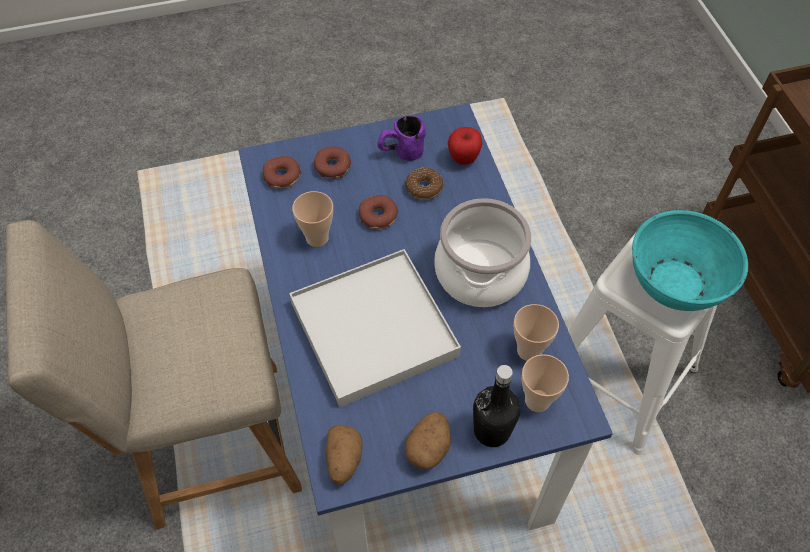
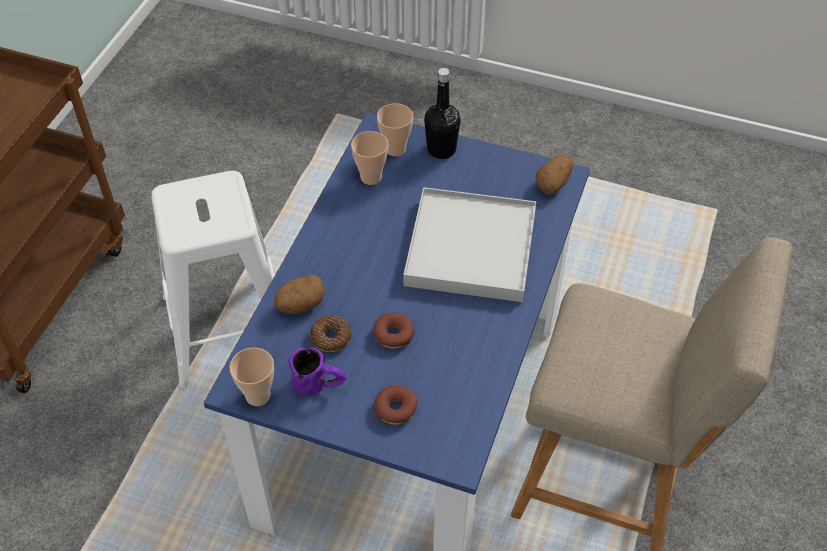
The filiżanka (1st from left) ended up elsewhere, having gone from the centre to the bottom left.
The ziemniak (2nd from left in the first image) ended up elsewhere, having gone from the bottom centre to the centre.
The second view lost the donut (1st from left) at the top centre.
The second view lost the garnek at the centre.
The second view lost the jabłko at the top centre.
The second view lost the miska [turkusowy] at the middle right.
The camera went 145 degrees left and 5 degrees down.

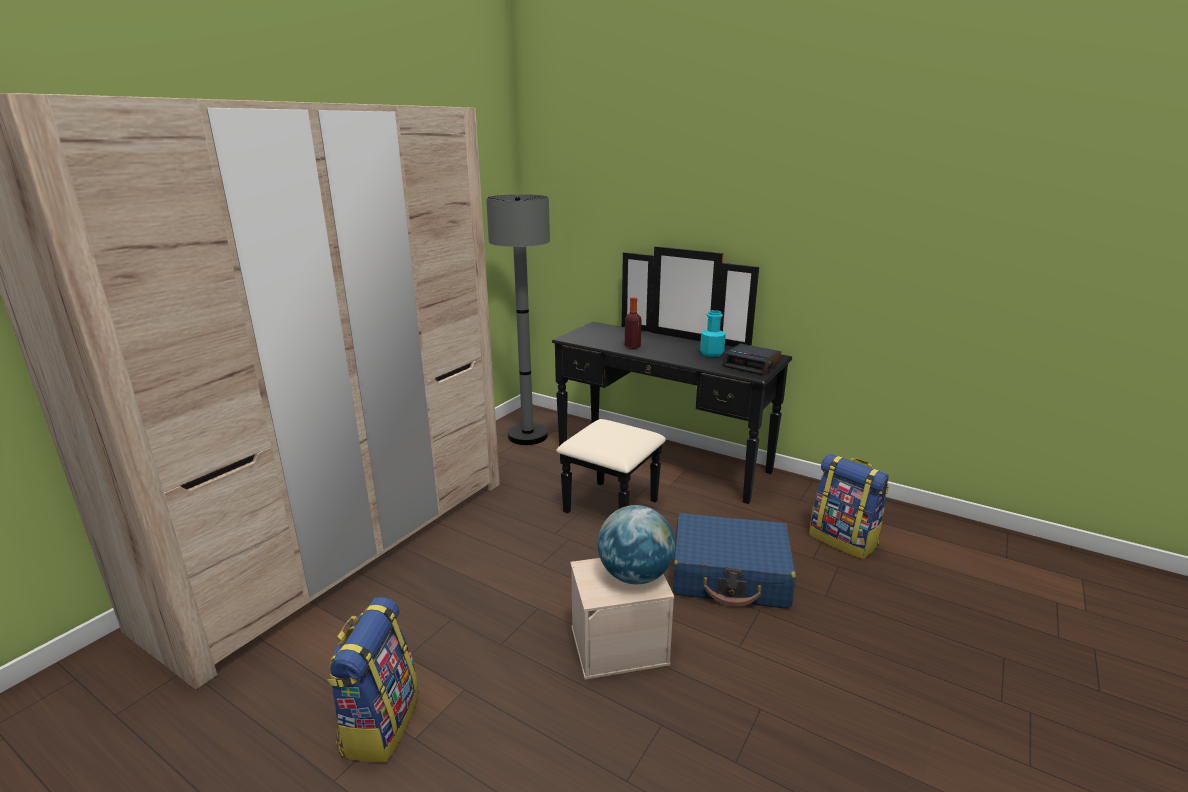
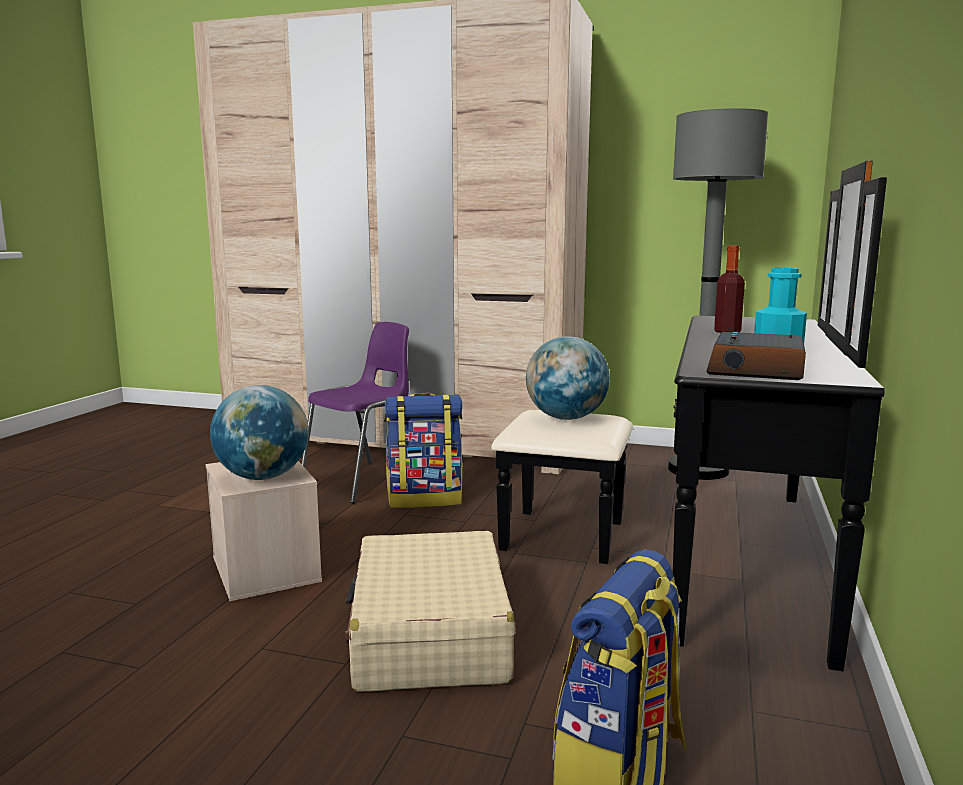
The second view gained the krzesło [fioletowy] at the centre.
What was the walizka [niebieski] at the bottom centre turned into the walizka [beżowy] at the bottom centre.
The plecak (1st from left) ended up elsewhere, having gone from the bottom left to the centre.
The second view gained the globus (2nd from left) at the centre.
The camera went 75 degrees right and 10 degrees down.

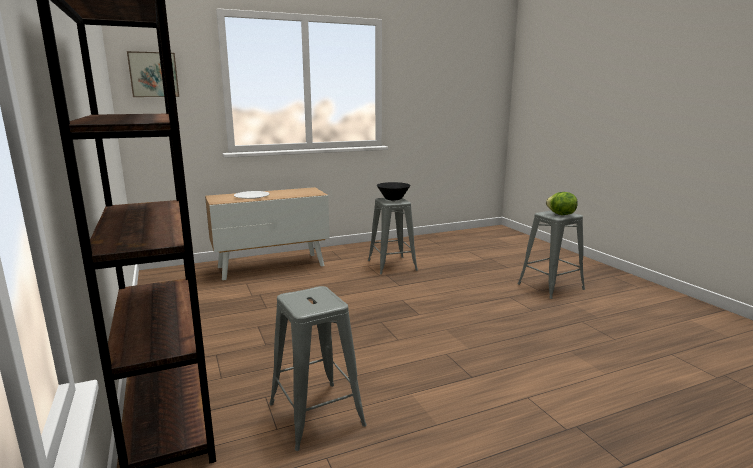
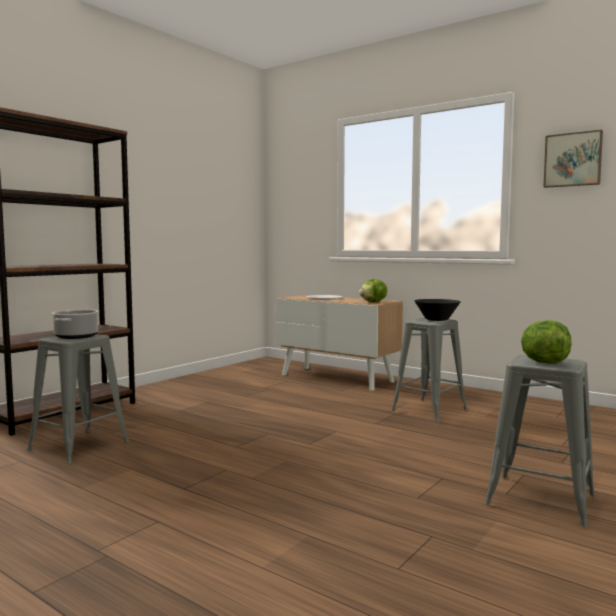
The second view gained the garnek at the middle left.
The second view gained the sałata (1st from left) at the centre.
The obraz ended up elsewhere, having gone from the top left to the top right.
The camera went 60 degrees right and 10 degrees down.

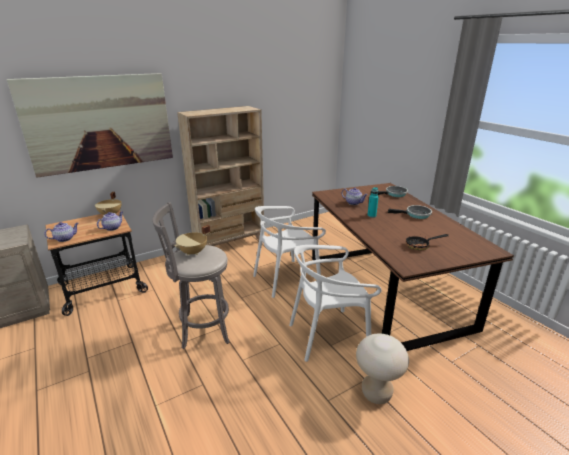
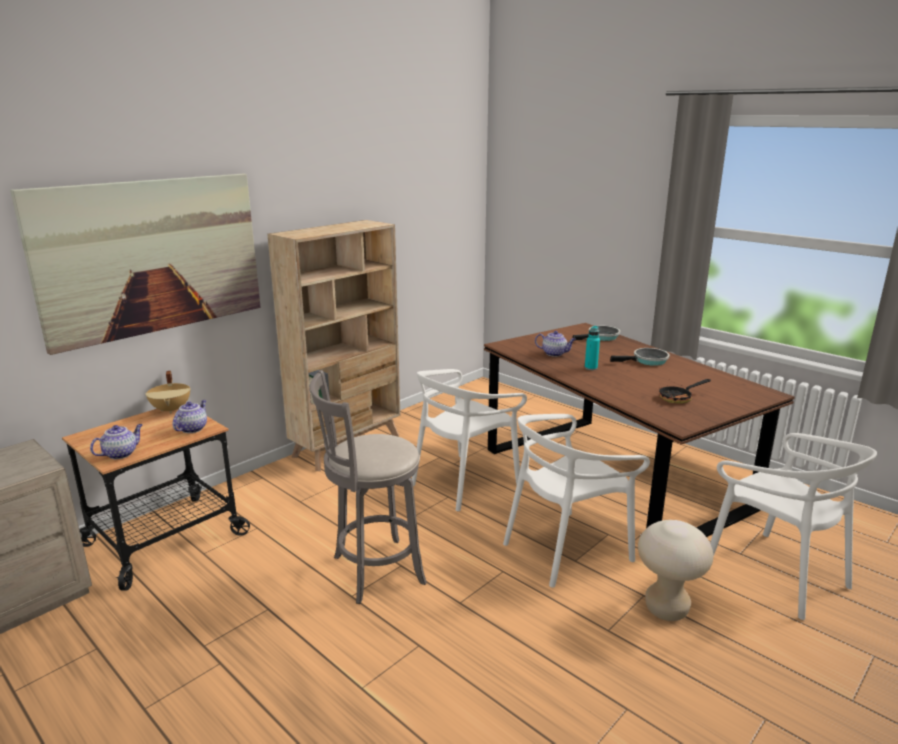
The second view gained the krzesło [biały] (3rd from left) at the bottom right.
The second view lost the garnek [beżowy] (2nd from left) at the centre.
The camera went 15 degrees left and 5 degrees down.

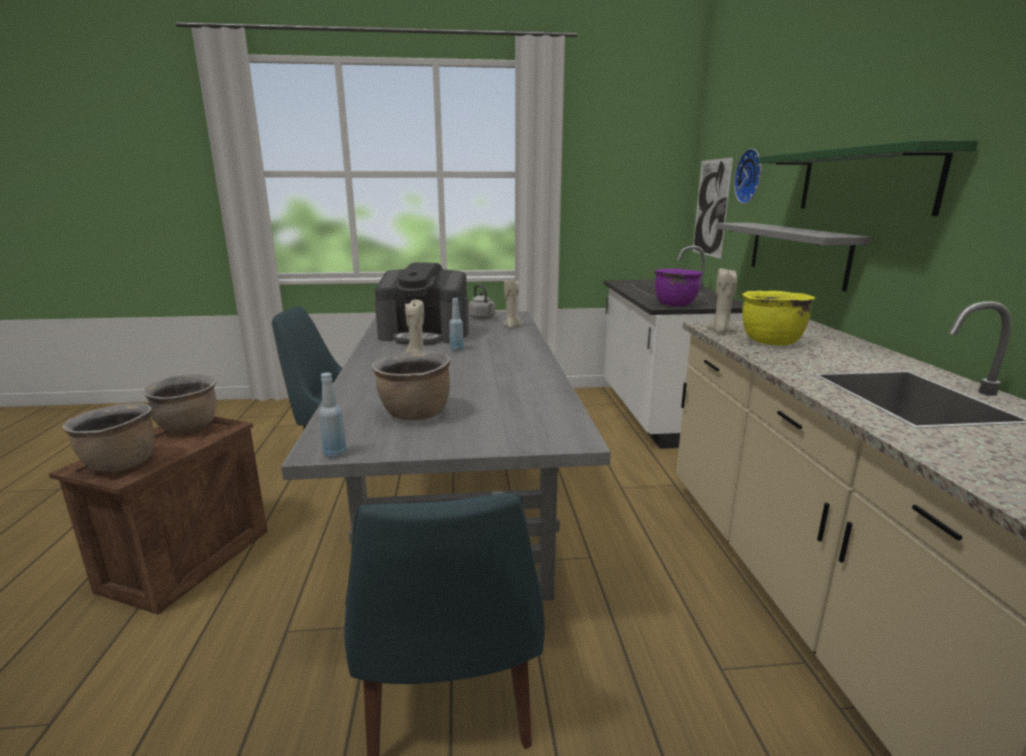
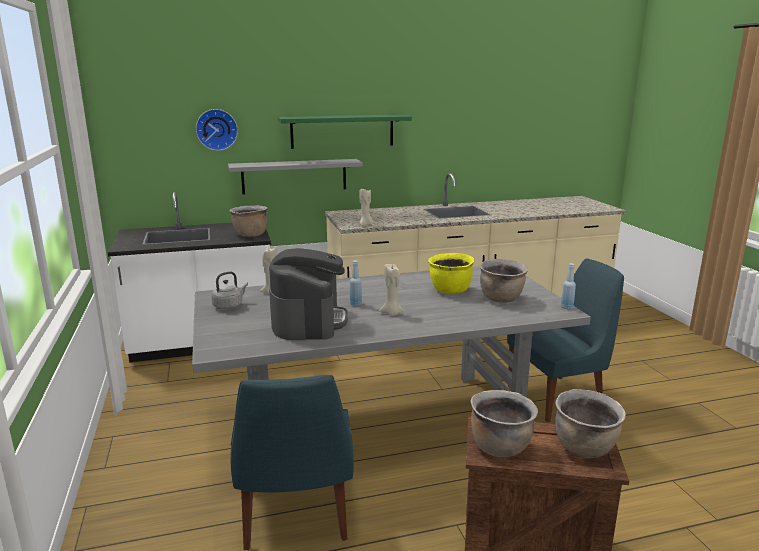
What was the garnek [fioletowy] at the centre turned into the garnek [brązowy] (1st from left) at the middle left.
The garnek [żółty] ended up elsewhere, having gone from the middle right to the centre.
The second view lost the obraz at the top right.
The camera went 100 degrees left and 0 degrees up.

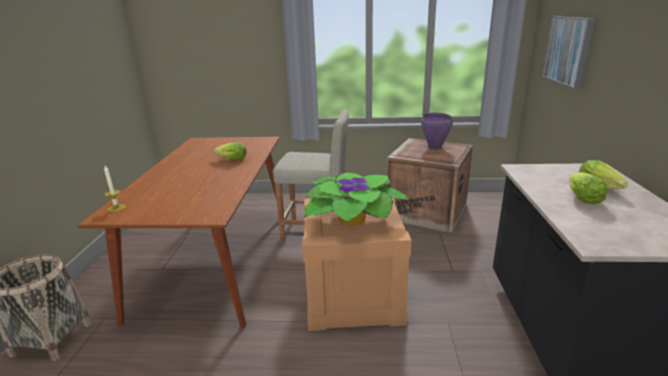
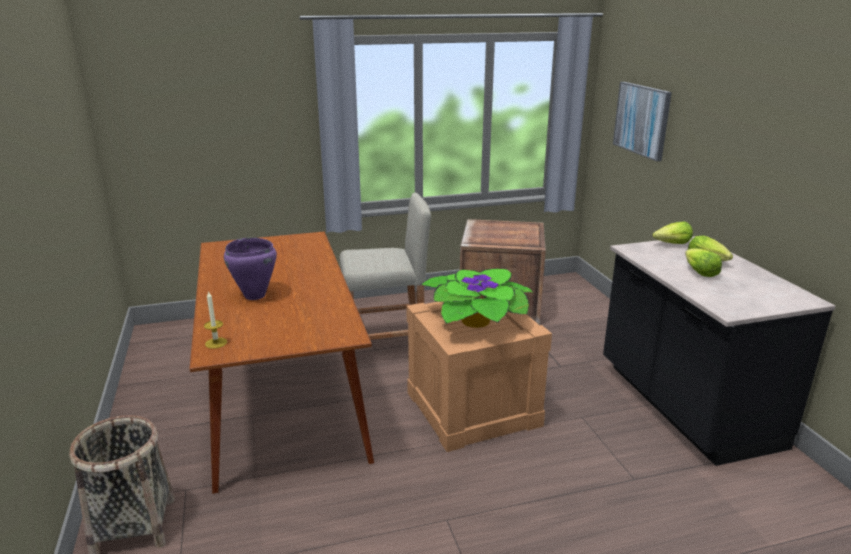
The garnek [fioletowy] ended up elsewhere, having gone from the centre to the middle left.
The sałata (1st from left) ended up elsewhere, having gone from the centre to the middle right.
The camera went 20 degrees left and 0 degrees up.

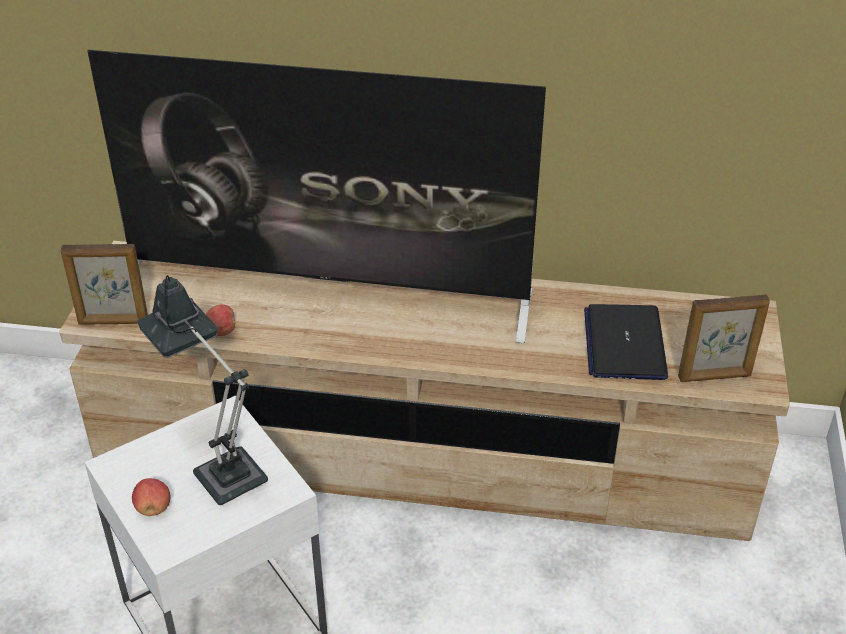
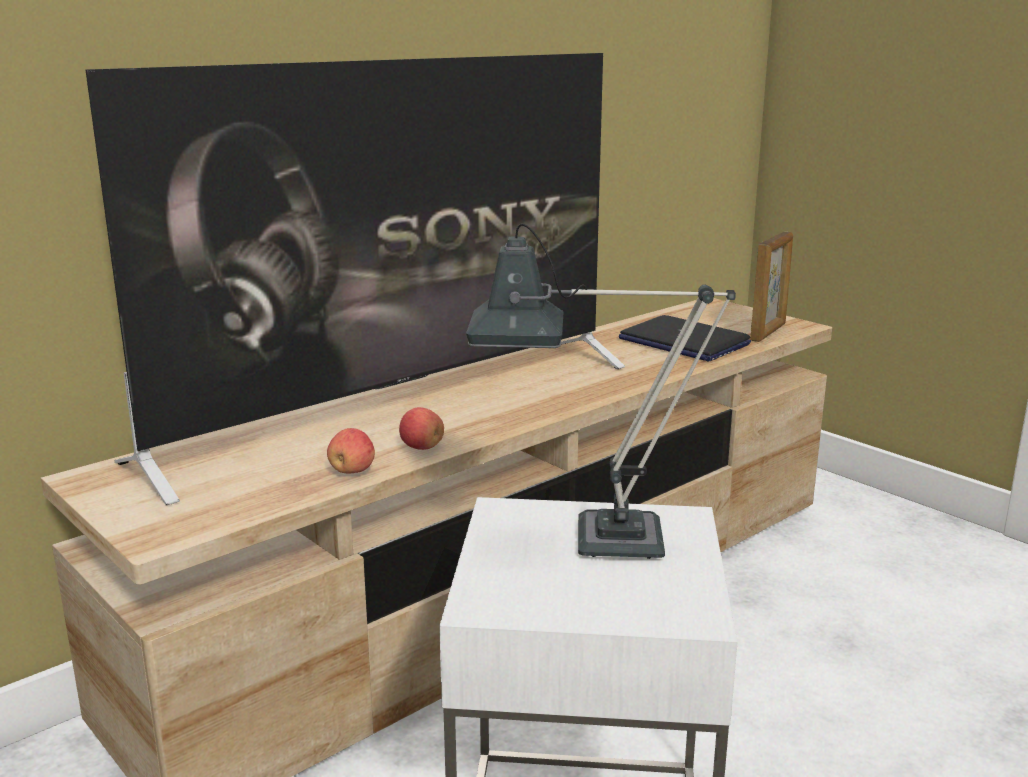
The jabłko (1st from left in the first image) ended up elsewhere, having gone from the bottom left to the centre.
The second view lost the ramka na zdjęcie (1st from left) at the middle left.
The camera went 50 degrees left and 20 degrees down.

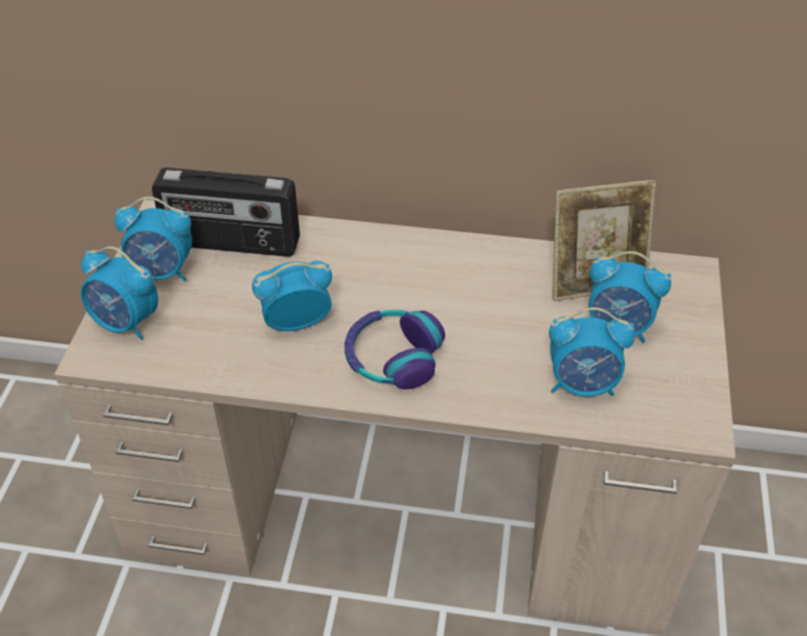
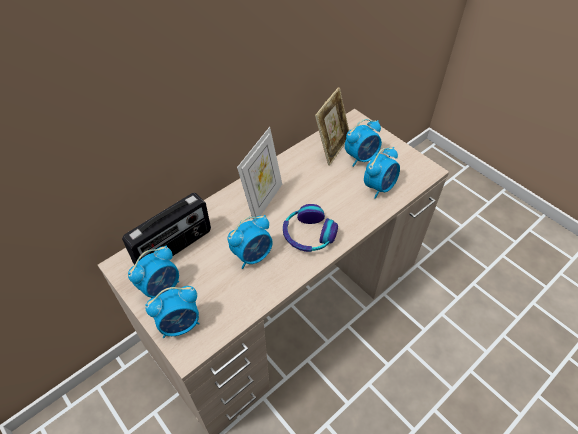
The budzik (3rd from left) at the centre ended up facing another way, 150 degrees counterclockwise from before.
The second view gained the ramka na zdjęcie (1st from left) at the centre.
The camera went 50 degrees left and 5 degrees up.

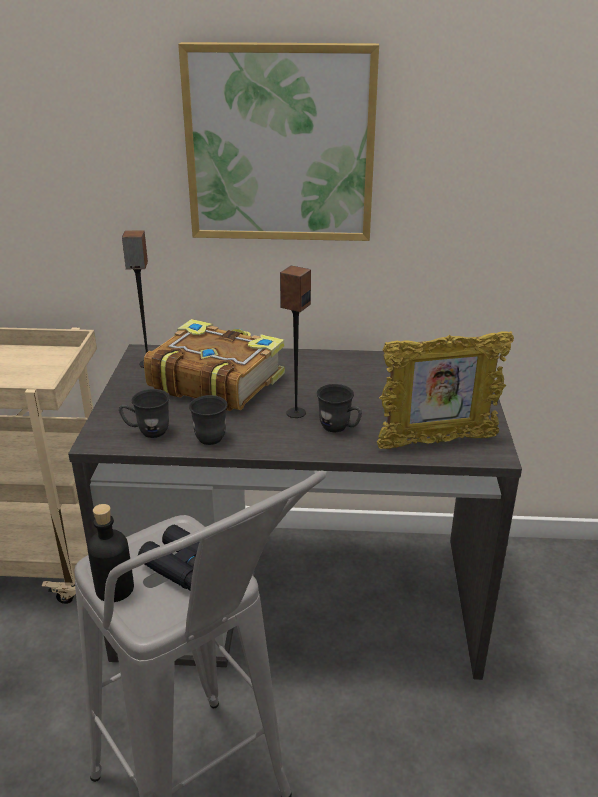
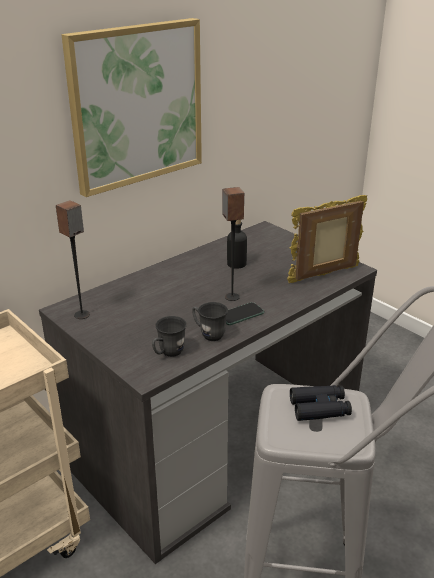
The second view gained the telefon at the centre.
The butelka [czarny] ended up elsewhere, having gone from the bottom left to the centre.
The ramka na zdjęcie at the middle right ended up facing another way, 150 degrees counterclockwise from before.
The second view lost the książka at the centre.
The second view lost the kubek [szary] (3rd from left) at the centre.
The camera went 45 degrees left and 0 degrees up.

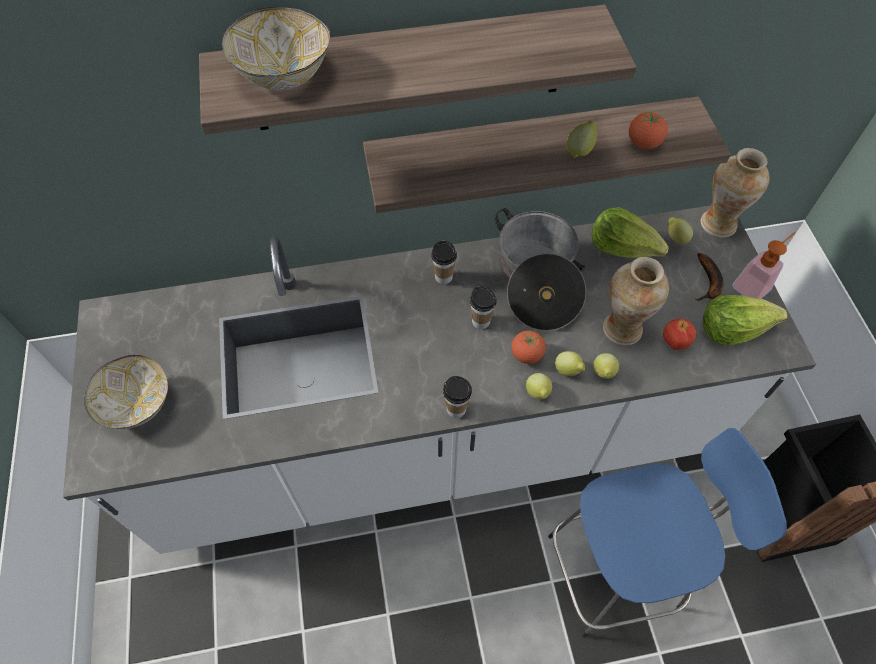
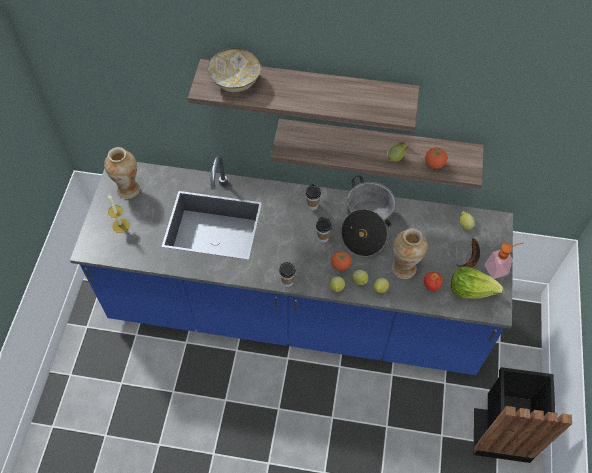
What was the zabudowa kuchenna [biały] at the centre turned into the zabudowa kuchenna [niebieski] at the centre.
The wazon (2nd from left in the first image) ended up elsewhere, having gone from the top right to the middle left.
Where the miska (1st from left) stood at the middle left, the świeca came to stand at the middle left.
The second view lost the stołek [niebieski] at the bottom right.
The second view lost the sałata (1st from left) at the middle right.
The camera went 20 degrees right and 0 degrees up.

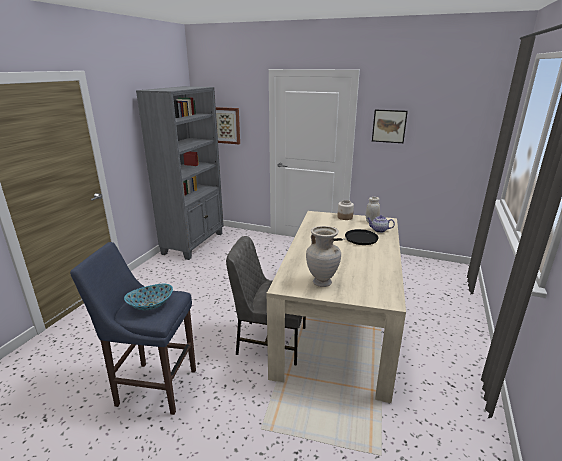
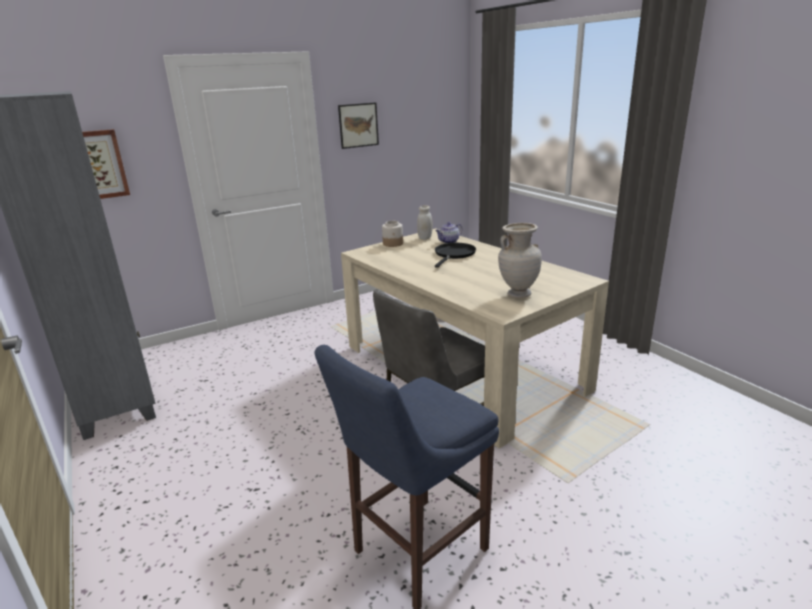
The second view lost the miska at the middle left.
The camera went 50 degrees left and 0 degrees up.

